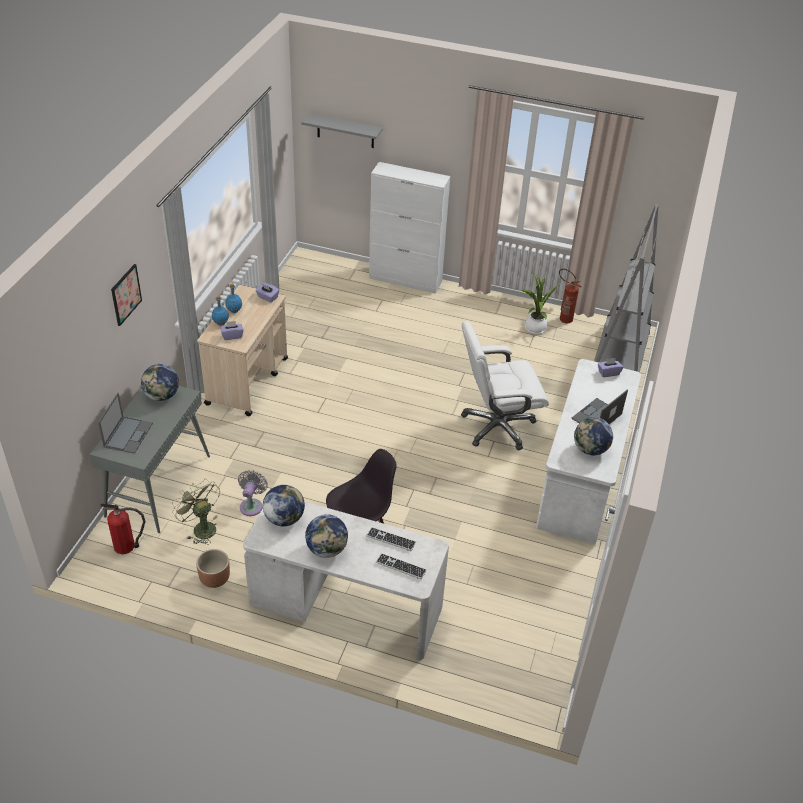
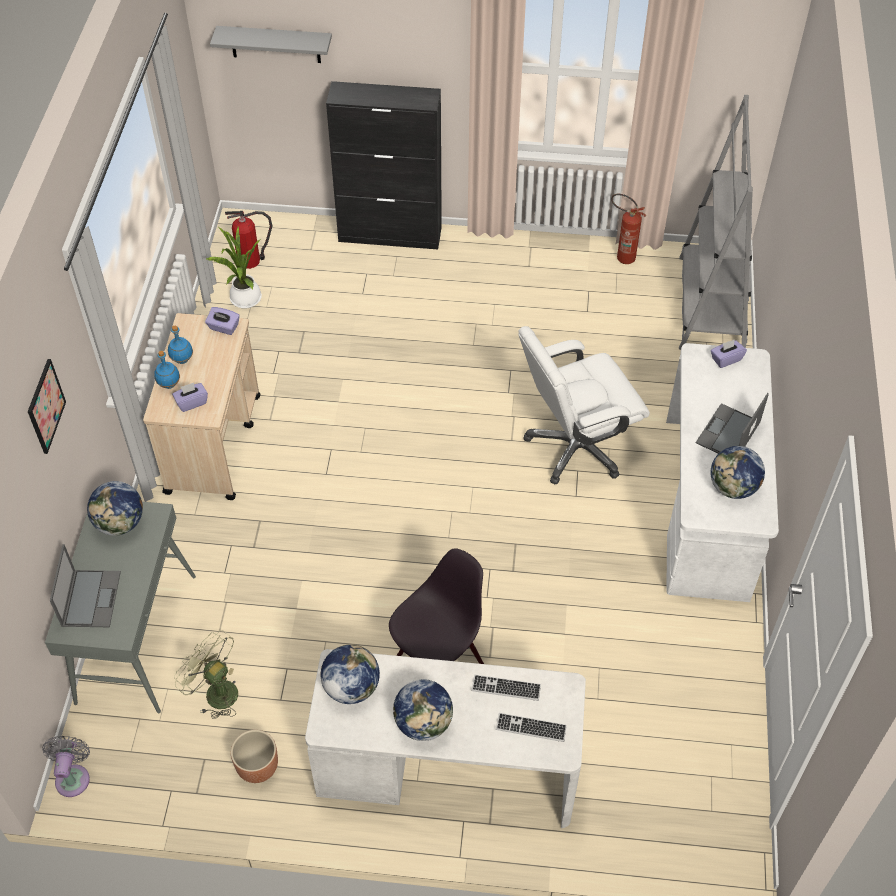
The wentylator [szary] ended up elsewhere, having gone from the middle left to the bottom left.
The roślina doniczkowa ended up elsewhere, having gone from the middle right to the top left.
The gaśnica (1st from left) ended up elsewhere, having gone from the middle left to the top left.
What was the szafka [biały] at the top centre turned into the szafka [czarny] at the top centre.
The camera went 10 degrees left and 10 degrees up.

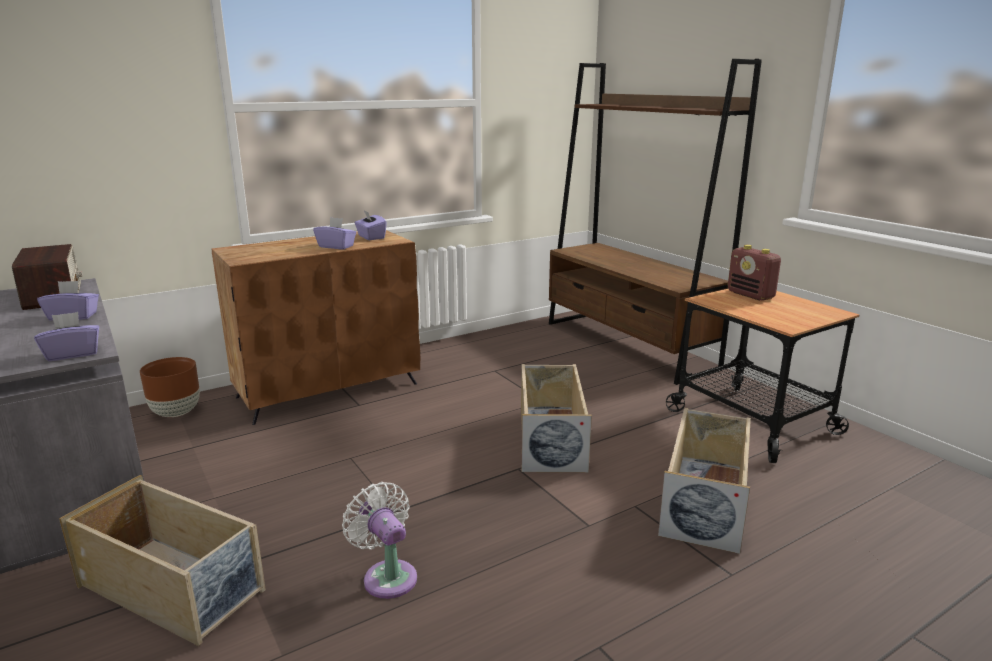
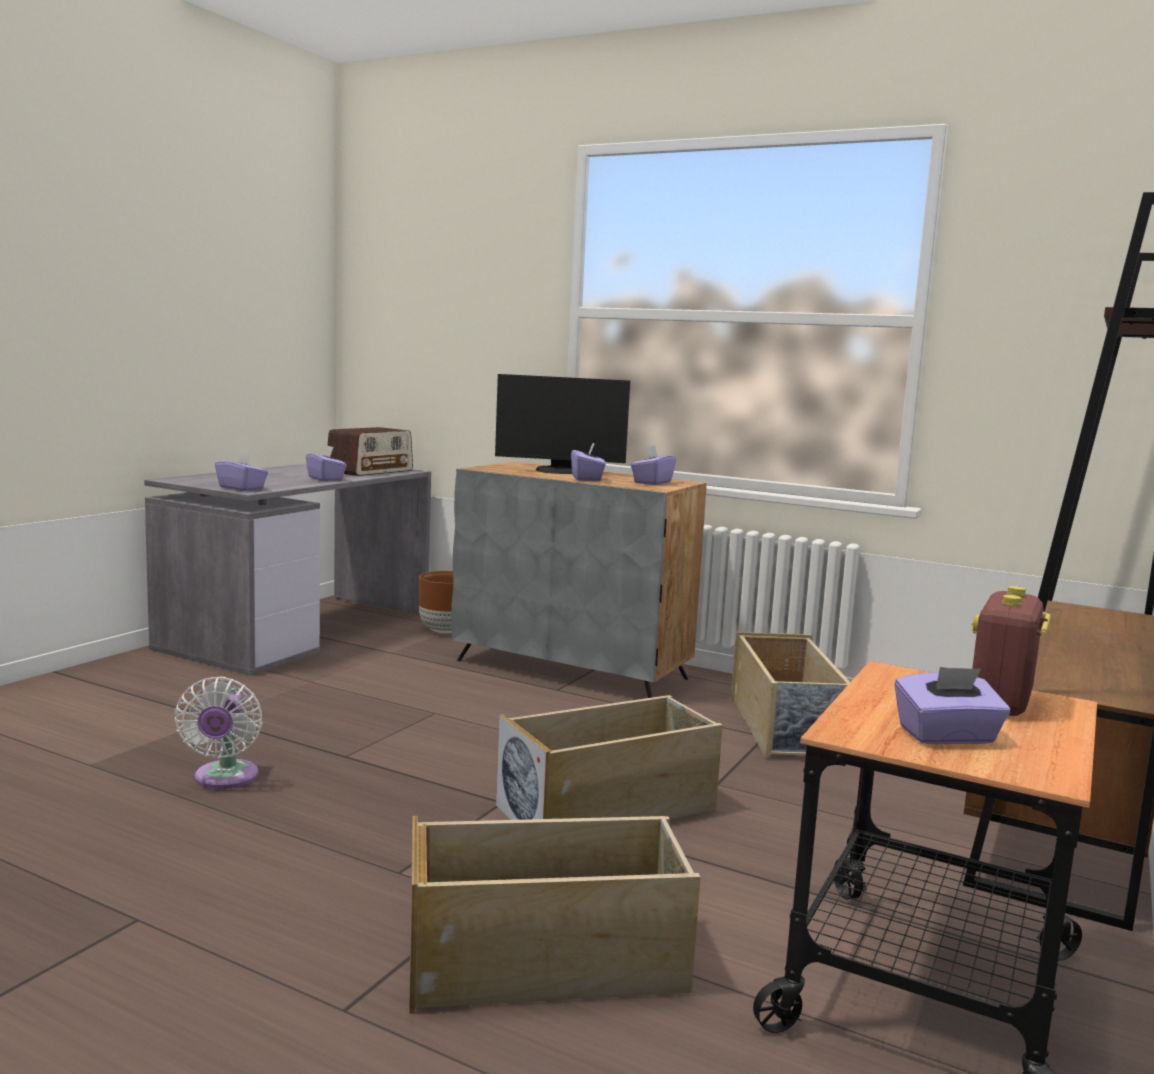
The wentylator [biały] at the bottom centre ended up facing another way, 150 degrees clockwise from before.
What was the szafka [brązowy] at the middle left turned into the szafka [szary] at the centre.
The second view gained the monitor at the centre.
The pojemnik do przechowywania [beżowy] (1st from left in the first image) ended up elsewhere, having gone from the bottom left to the middle right.
The second view gained the pudełko chusteczek [fioletowy] (5th from left) at the middle right.
The camera went 60 degrees right and 10 degrees down.

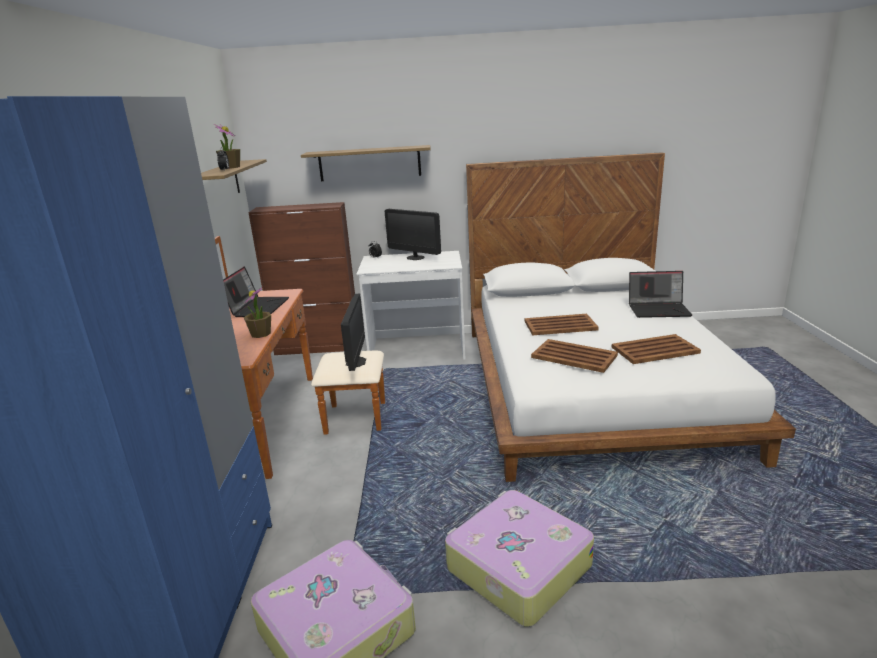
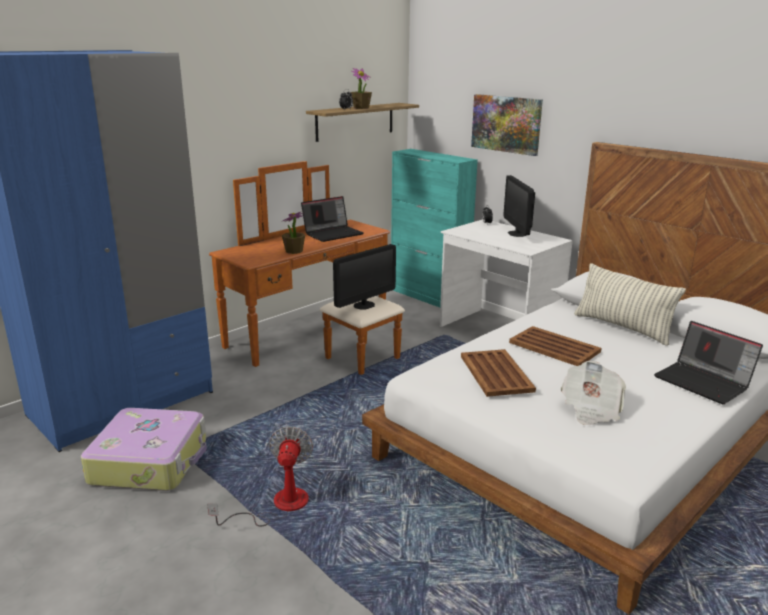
Where the walizka (2nd from left) stood at the bottom centre, the wentylator came to stand at the bottom centre.
What was the szafka [brązowy] at the centre turned into the szafka [turkusowy] at the centre.
Where the półka (2nd from left) hung at the top centre, the obraz came to hang at the top centre.
Where the taca [brązowy] (3rd from left) stood at the middle right, the gazeta came to stand at the middle right.
The second view gained the poduszka at the middle right.
The camera went 45 degrees right and 0 degrees up.

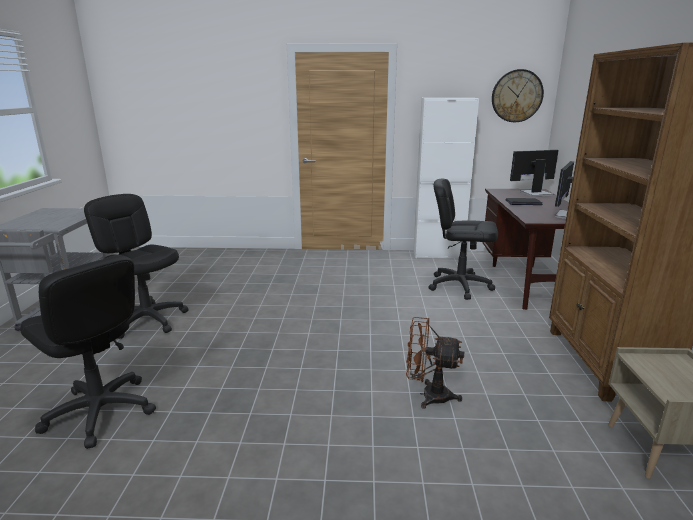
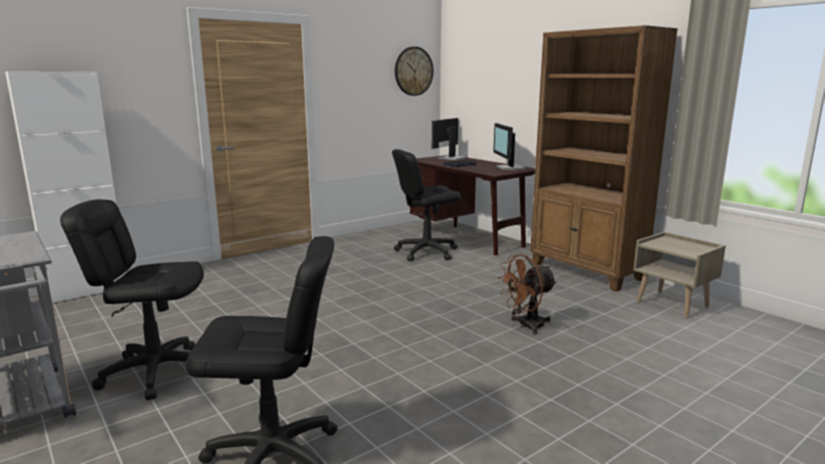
The szafka [biały] ended up elsewhere, having gone from the centre to the middle left.
The camera went 40 degrees left and 5 degrees down.

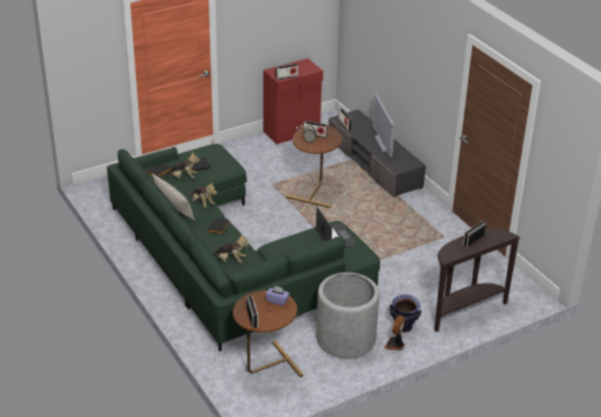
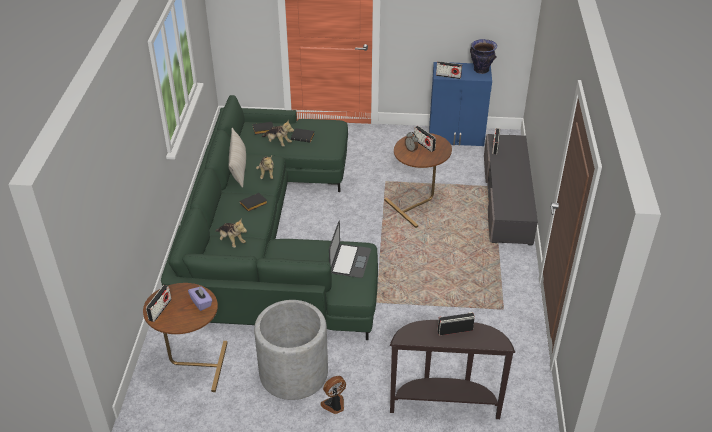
What was the szafka [czerwony] at the top centre turned into the szafka [niebieski] at the top centre.
The wazon ended up elsewhere, having gone from the bottom right to the top right.
The second view lost the telewizor at the top centre.
The camera went 35 degrees right and 5 degrees up.

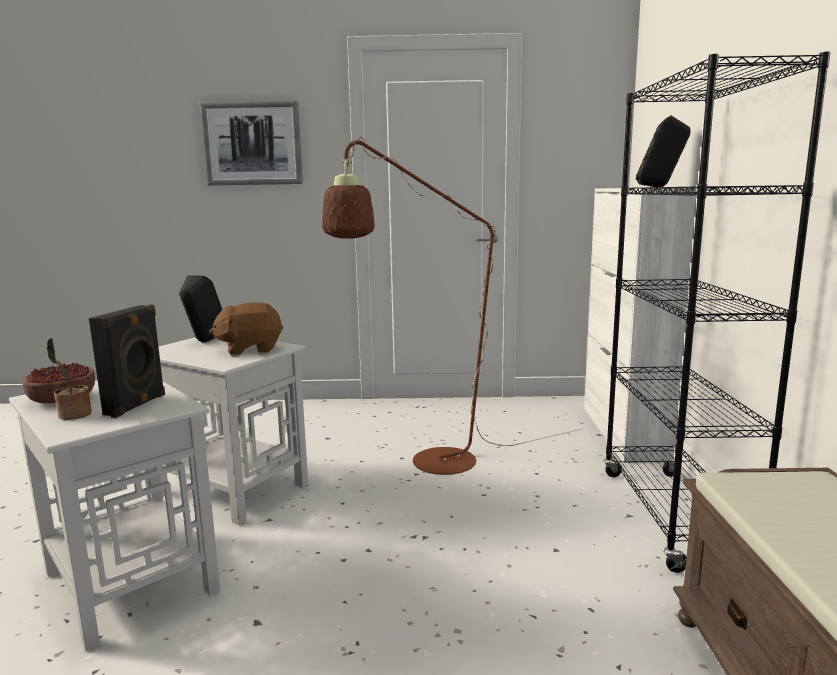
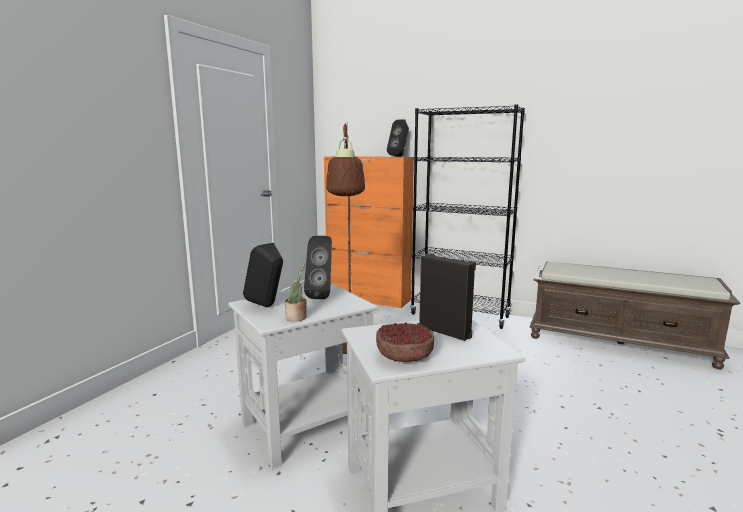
The roślina doniczkowa ended up elsewhere, having gone from the middle left to the centre.
Where the pluszak [brązowy] stood at the middle left, the głośnik [czarny] (2nd from left) came to stand at the centre.
What was the szafka [biały] at the middle right turned into the szafka [pomarańczowy] at the centre.
The second view lost the obraz at the top left.
The camera went 65 degrees left and 0 degrees up.

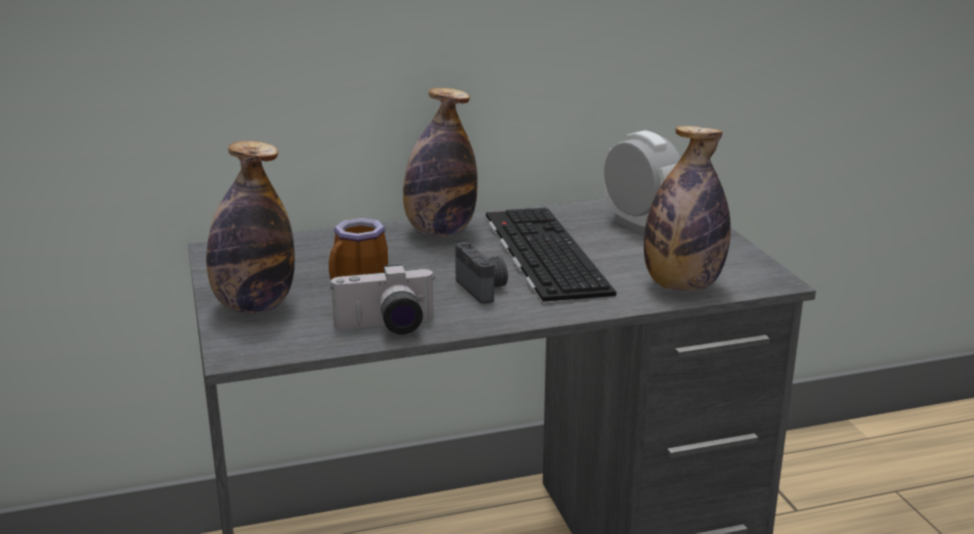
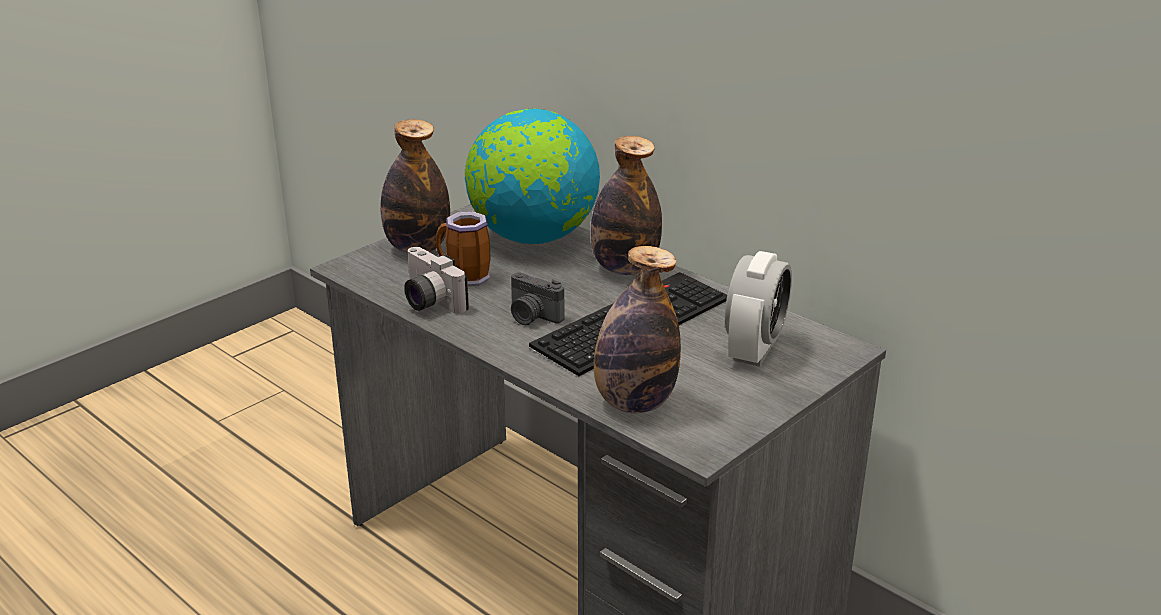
The second view gained the globus at the top centre.
The aparat fotograficzny (2nd from left) at the centre ended up facing another way, 90 degrees clockwise from before.
The camera went 60 degrees right and 5 degrees up.

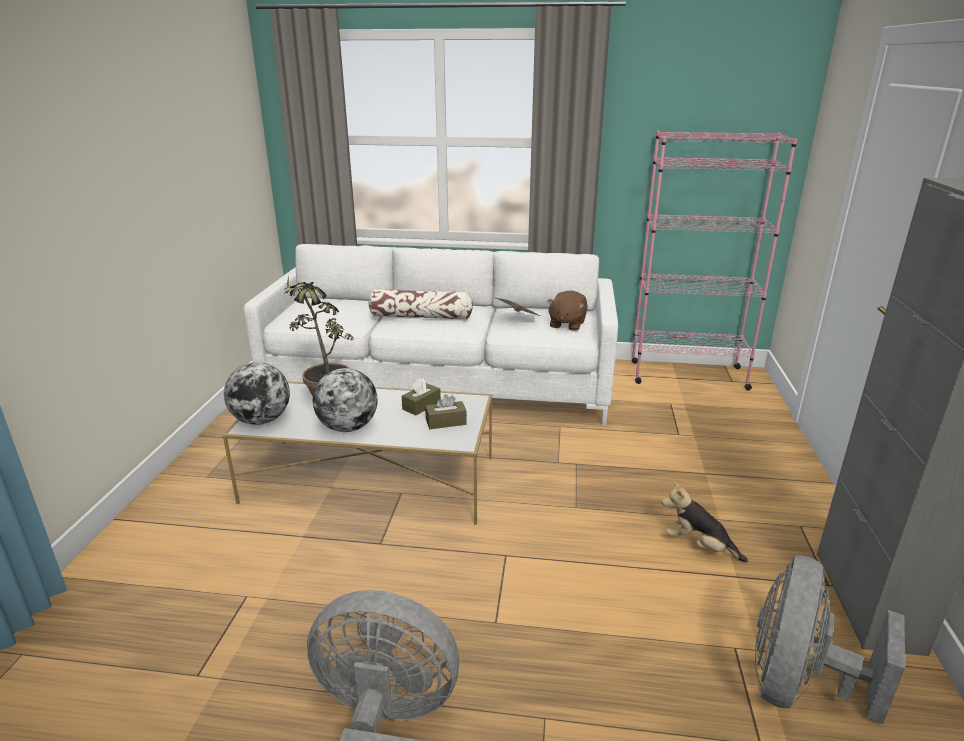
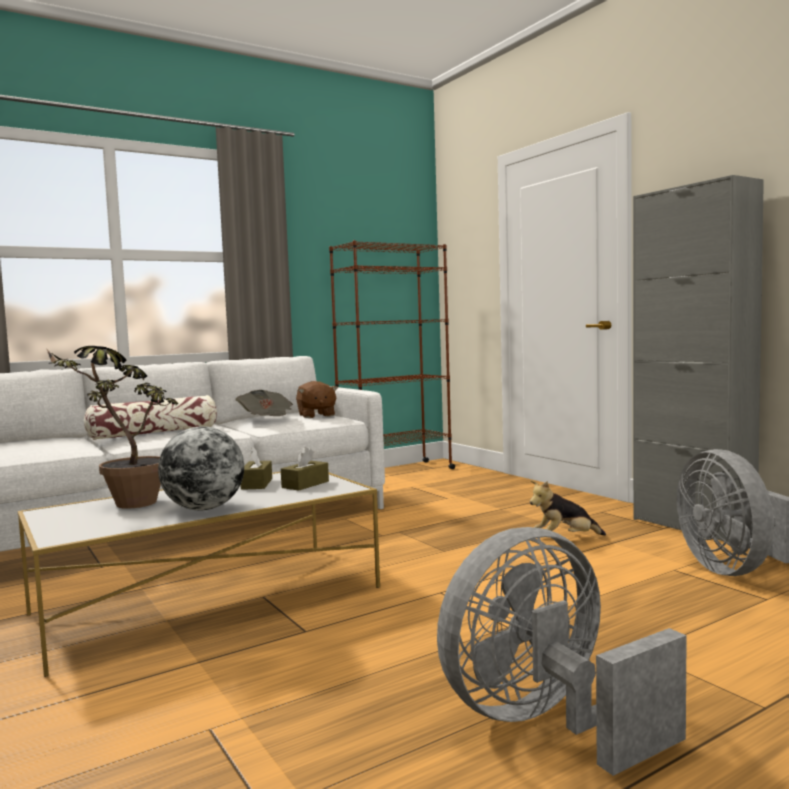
What was the regał [różowy] at the middle right turned into the regał [brązowy] at the centre.
The second view lost the globus (1st from left) at the middle left.
The camera went 40 degrees left and 20 degrees down.

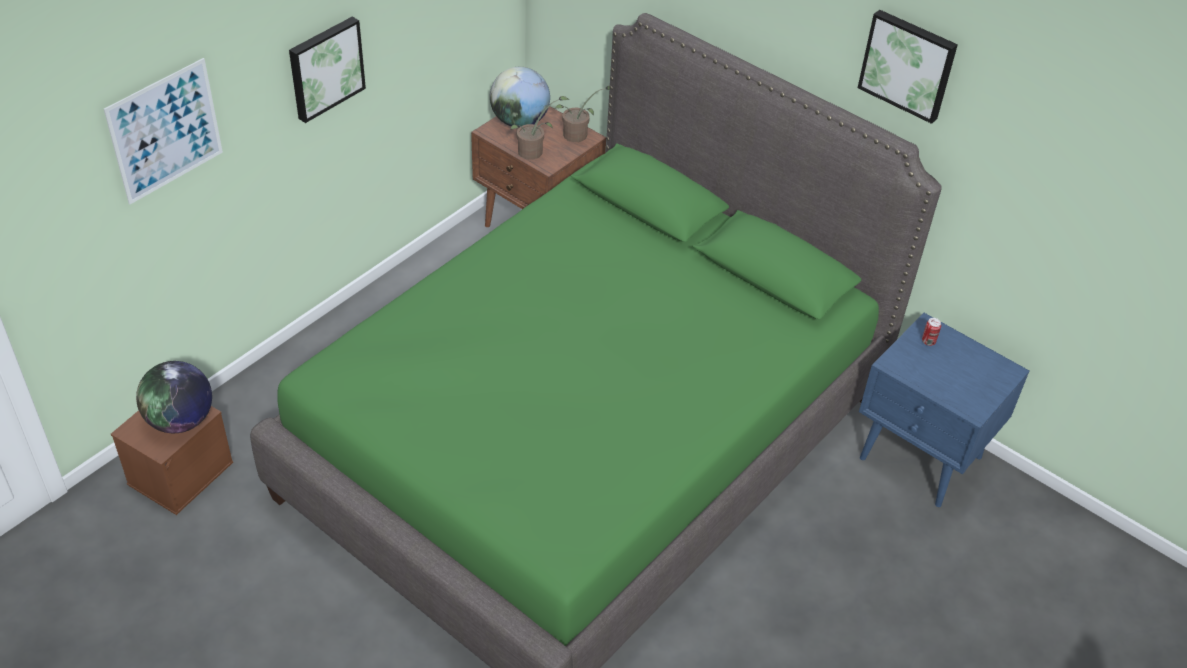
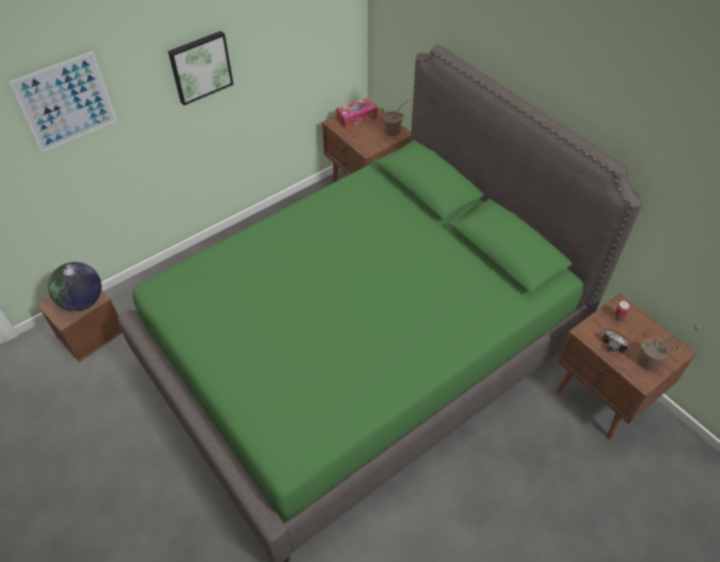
Where the globus (2nd from left) stood at the top centre, the pudełko chusteczek came to stand at the top centre.
What was the szafka nocna [niebieski] at the middle right turned into the szafka nocna [brązowy] (2nd from left) at the middle right.
The second view gained the aparat fotograficzny at the middle right.
The roślina doniczkowa (1st from left in the first image) ended up elsewhere, having gone from the top centre to the middle right.
The second view lost the obraz (3rd from left) at the top right.
The camera went 15 degrees right and 5 degrees up.

